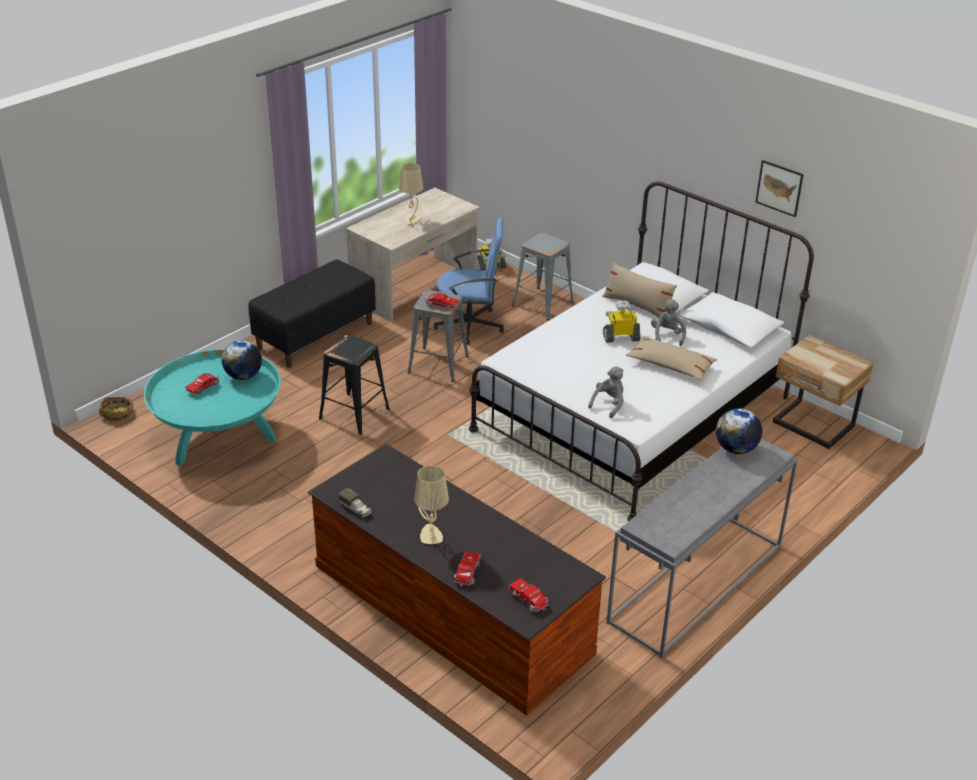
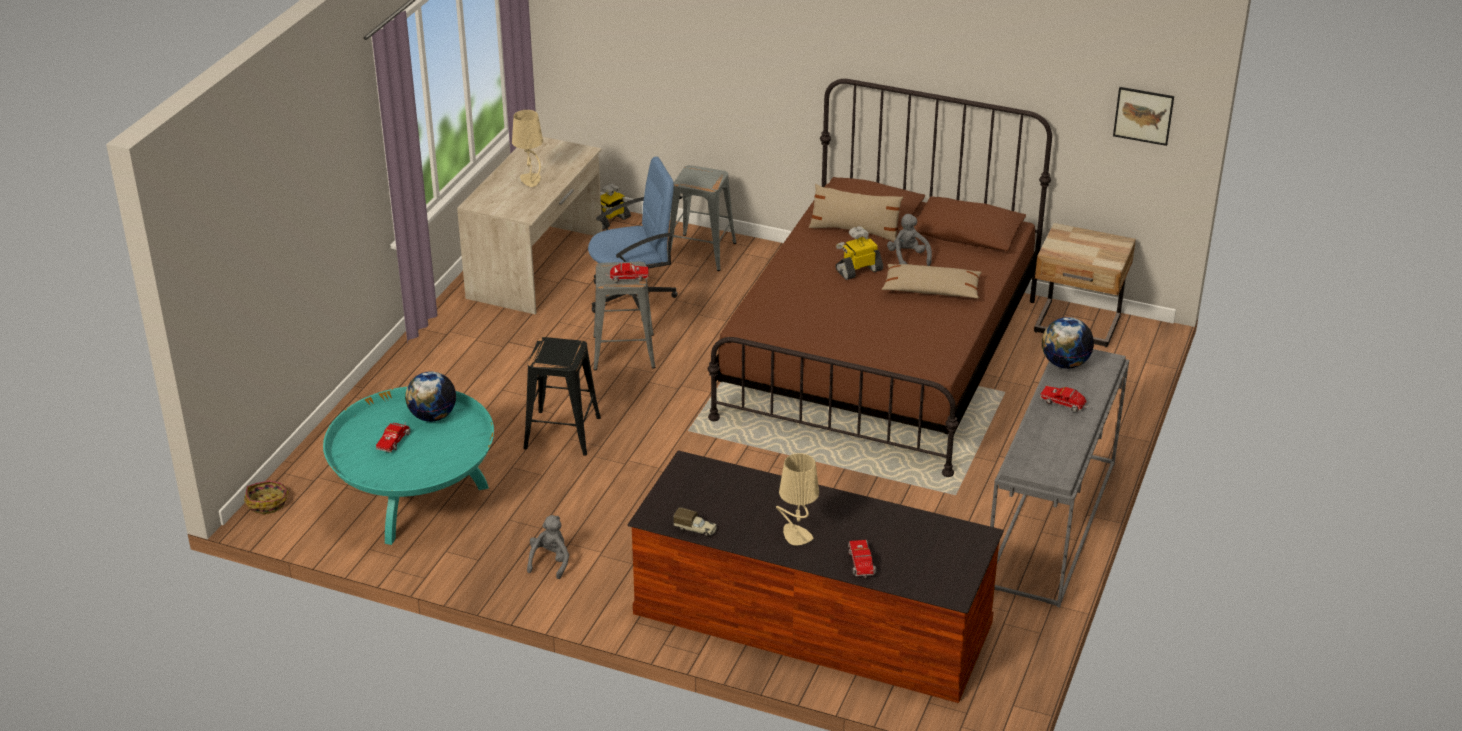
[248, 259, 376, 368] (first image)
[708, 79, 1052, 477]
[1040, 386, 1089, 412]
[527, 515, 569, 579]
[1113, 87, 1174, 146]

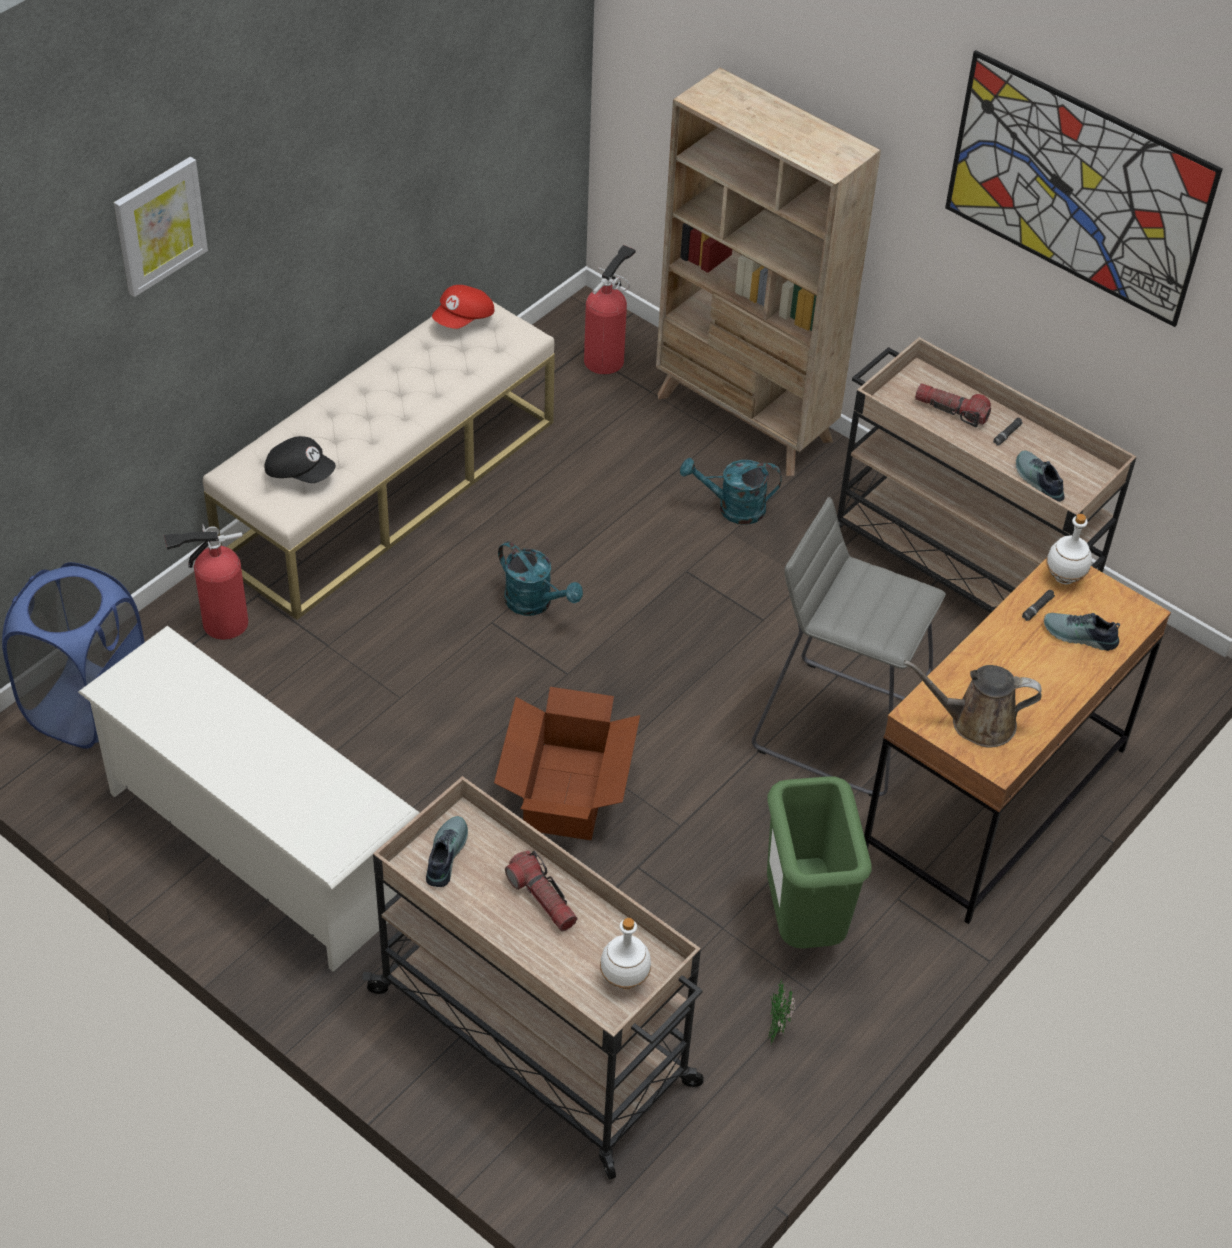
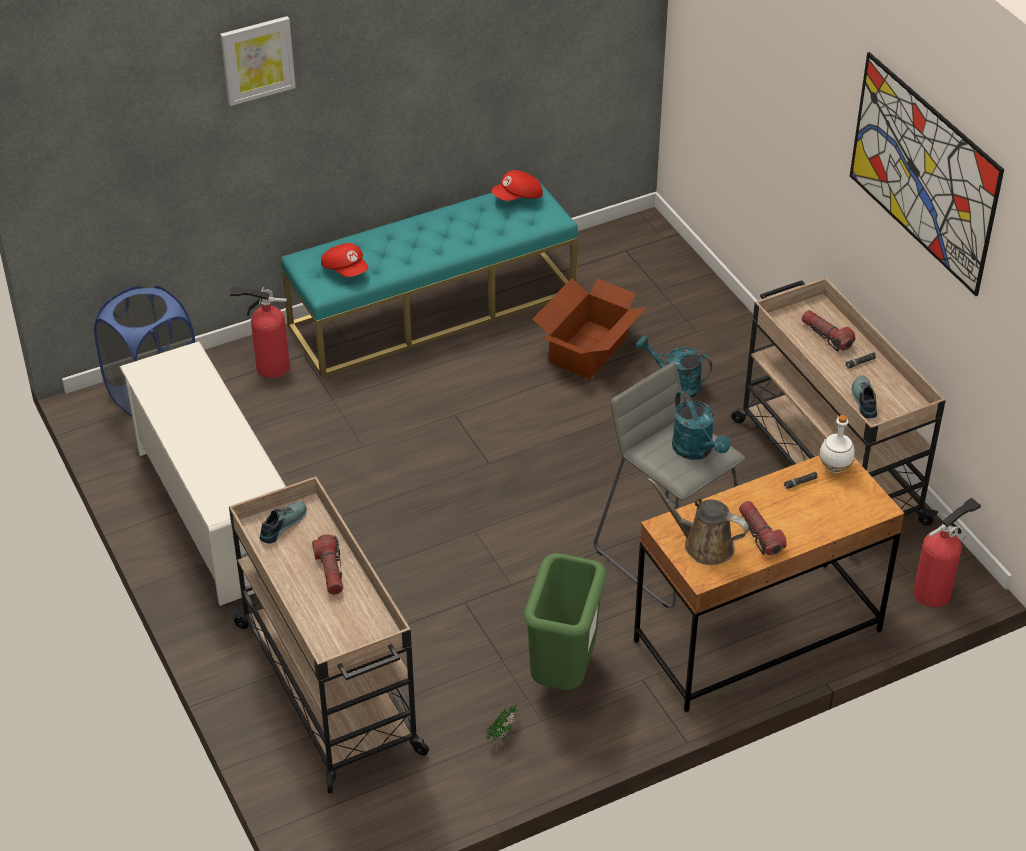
[281, 179, 578, 378]
[321, 243, 368, 277]
[532, 278, 647, 379]
[672, 390, 730, 460]
[913, 497, 981, 607]
[600, 918, 651, 989] (first image)
[656, 68, 881, 476] (first image)
[1044, 613, 1120, 651] (first image)
[739, 501, 787, 555]

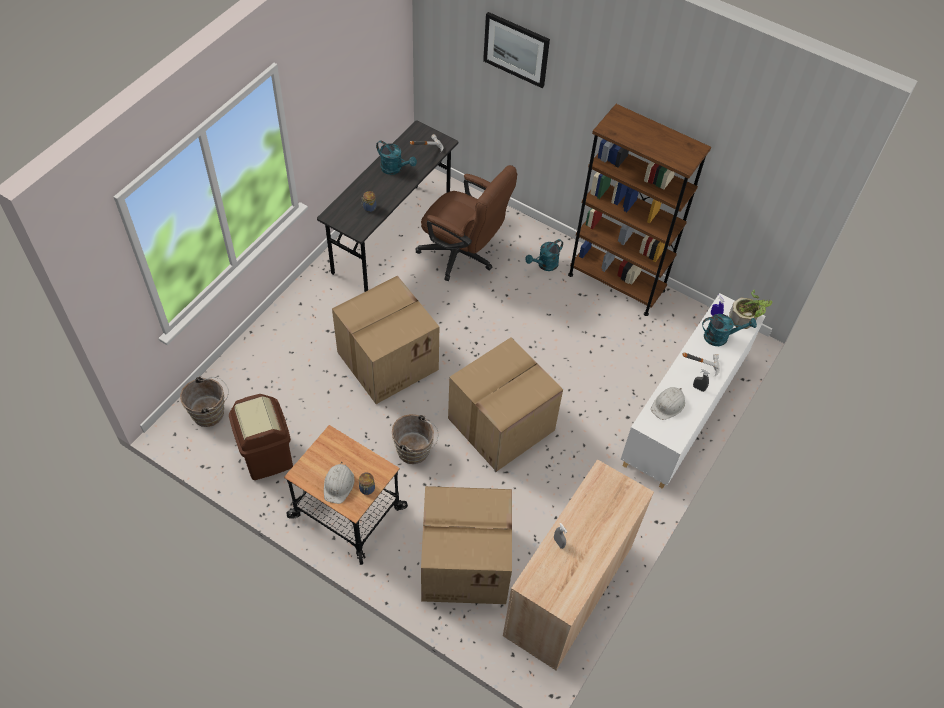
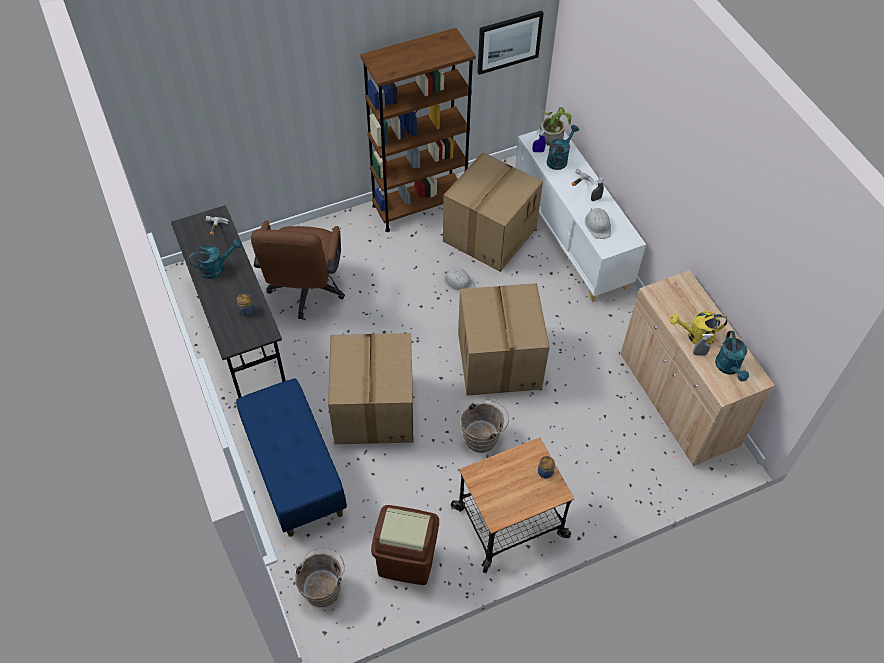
[444, 267, 476, 293]
[251, 220, 345, 319]
[443, 152, 543, 272]
[477, 11, 544, 75]
[715, 331, 749, 381]
[236, 378, 347, 537]
[670, 311, 727, 345]

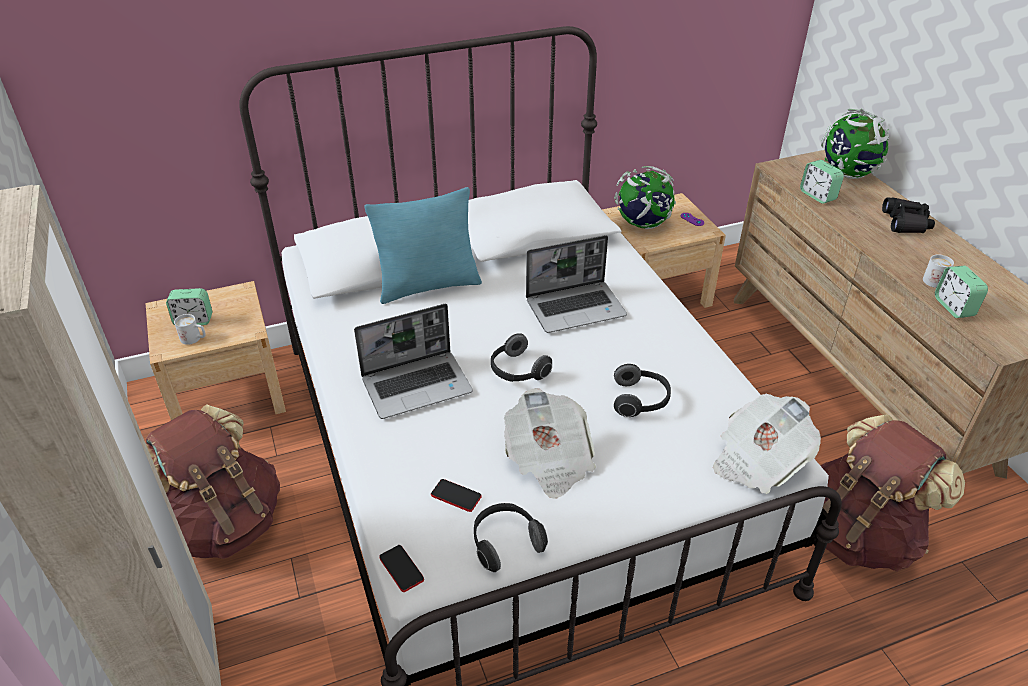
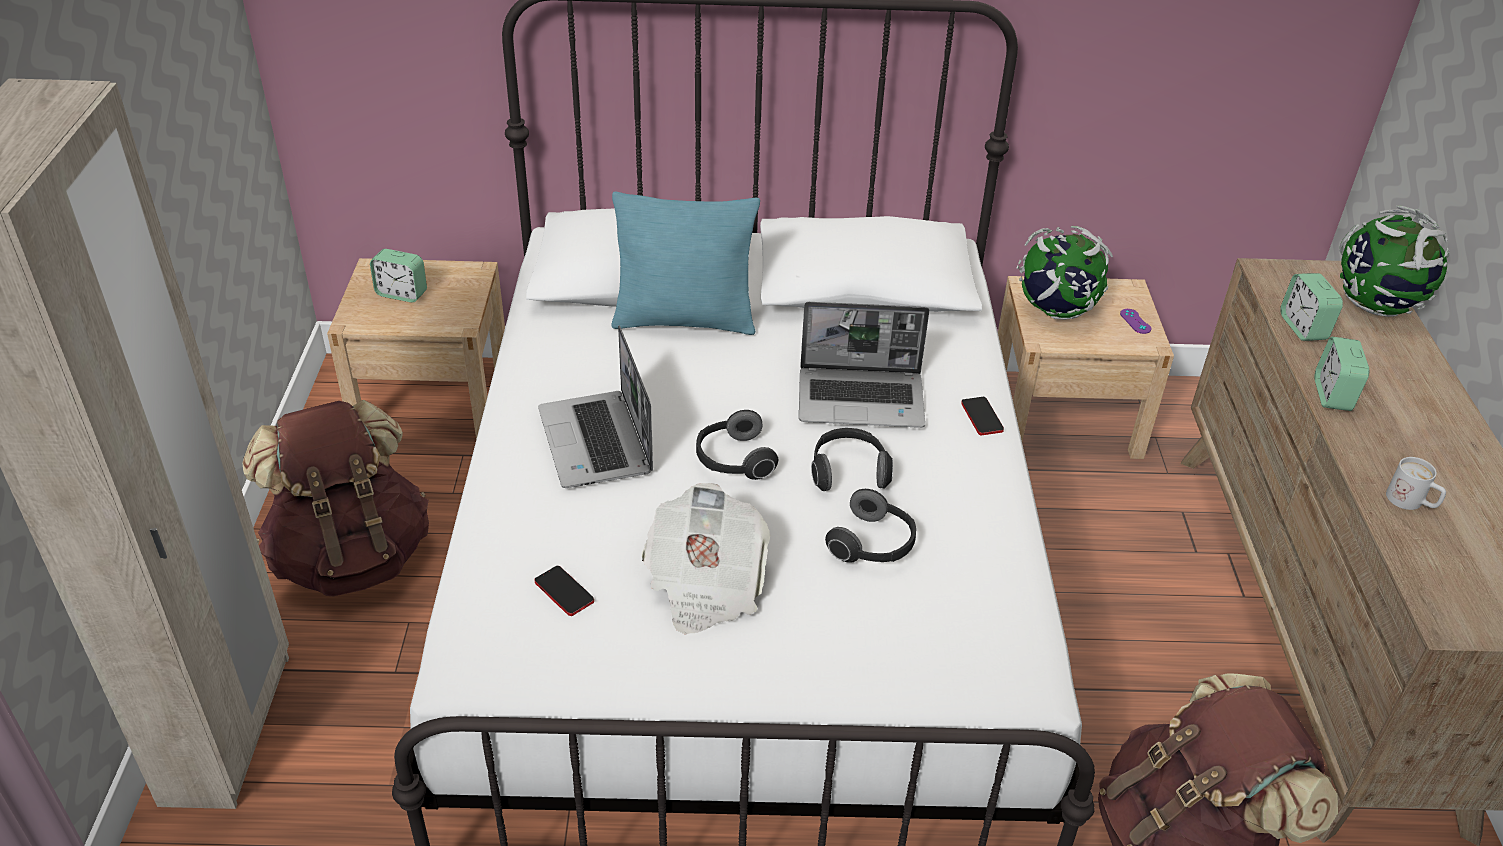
[174, 314, 205, 345] (first image)
[538, 325, 653, 488]
[961, 397, 1004, 435]
[811, 428, 893, 491]
[713, 394, 821, 494] (first image)
[882, 197, 935, 233] (first image)
[1314, 337, 1369, 411]

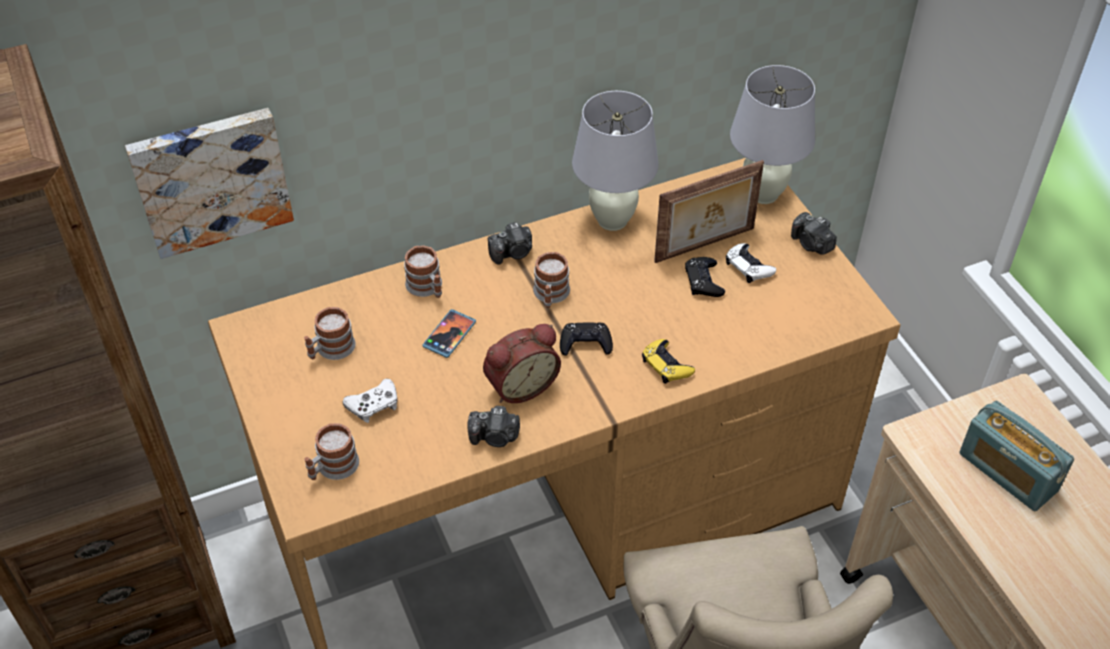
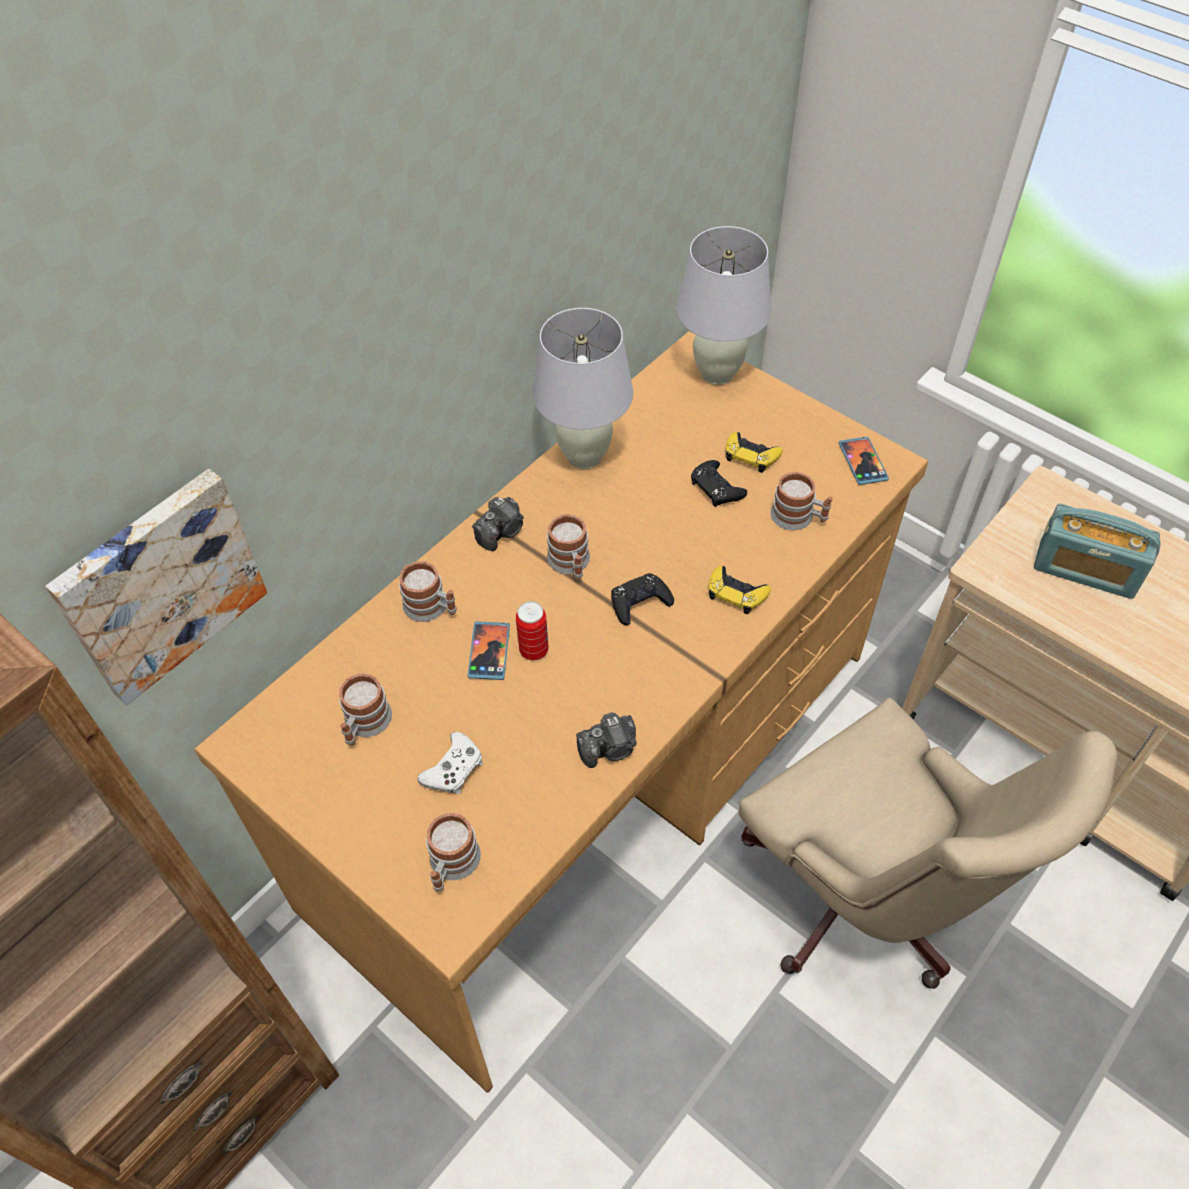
[483, 324, 561, 403] (first image)
[654, 160, 764, 263] (first image)
[726, 432, 782, 473]
[791, 212, 837, 255] (first image)
[516, 601, 549, 661]
[770, 472, 833, 531]
[839, 437, 889, 485]

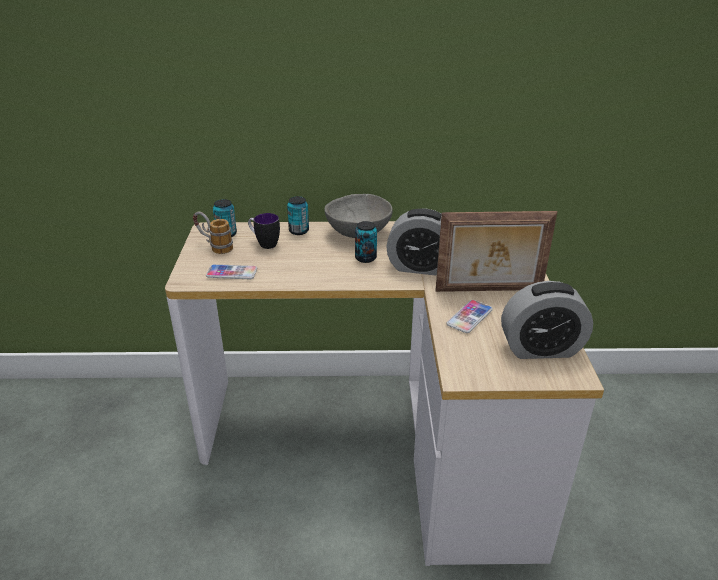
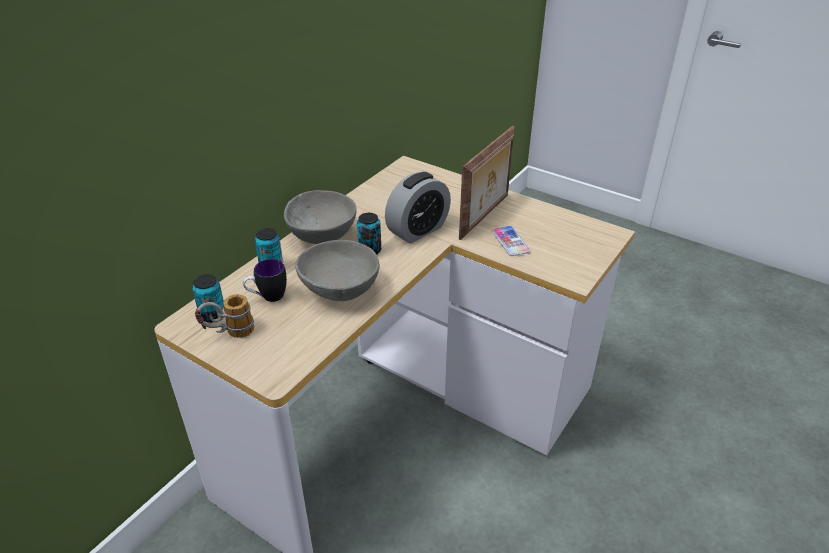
[206, 264, 257, 279] (first image)
[501, 281, 593, 359] (first image)
[295, 240, 379, 301]

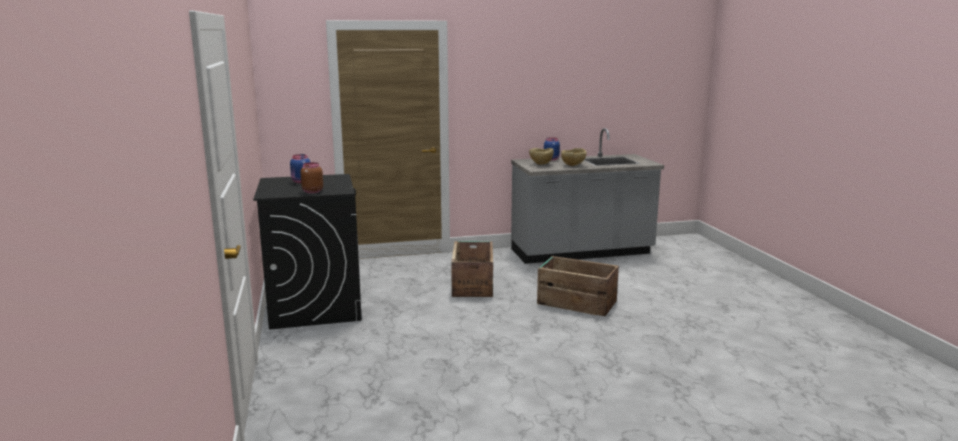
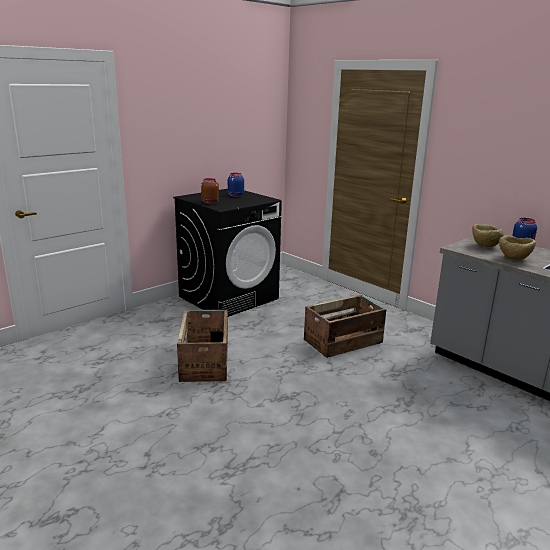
[177, 310, 228, 382]

